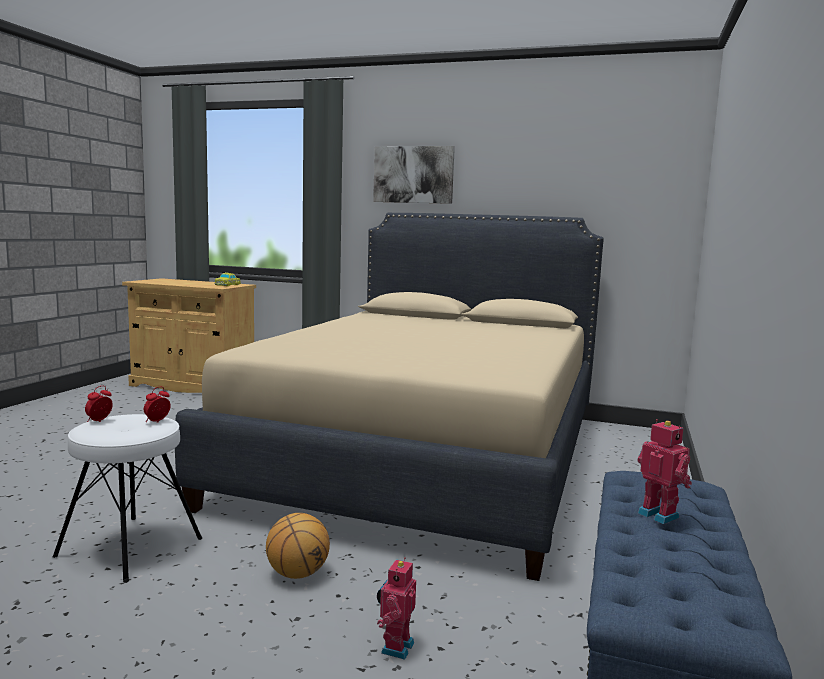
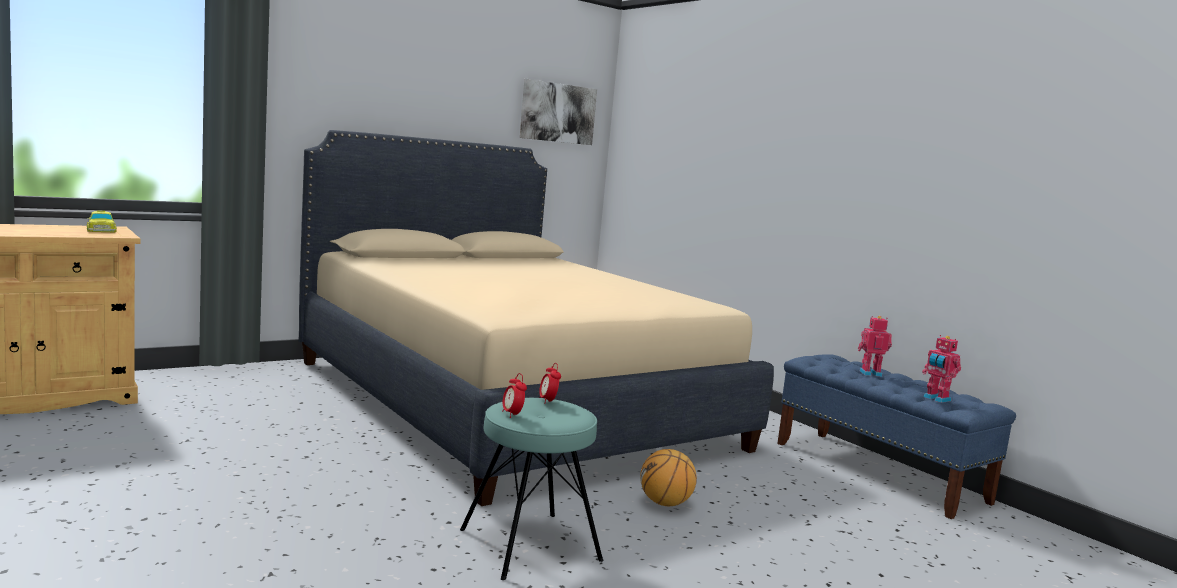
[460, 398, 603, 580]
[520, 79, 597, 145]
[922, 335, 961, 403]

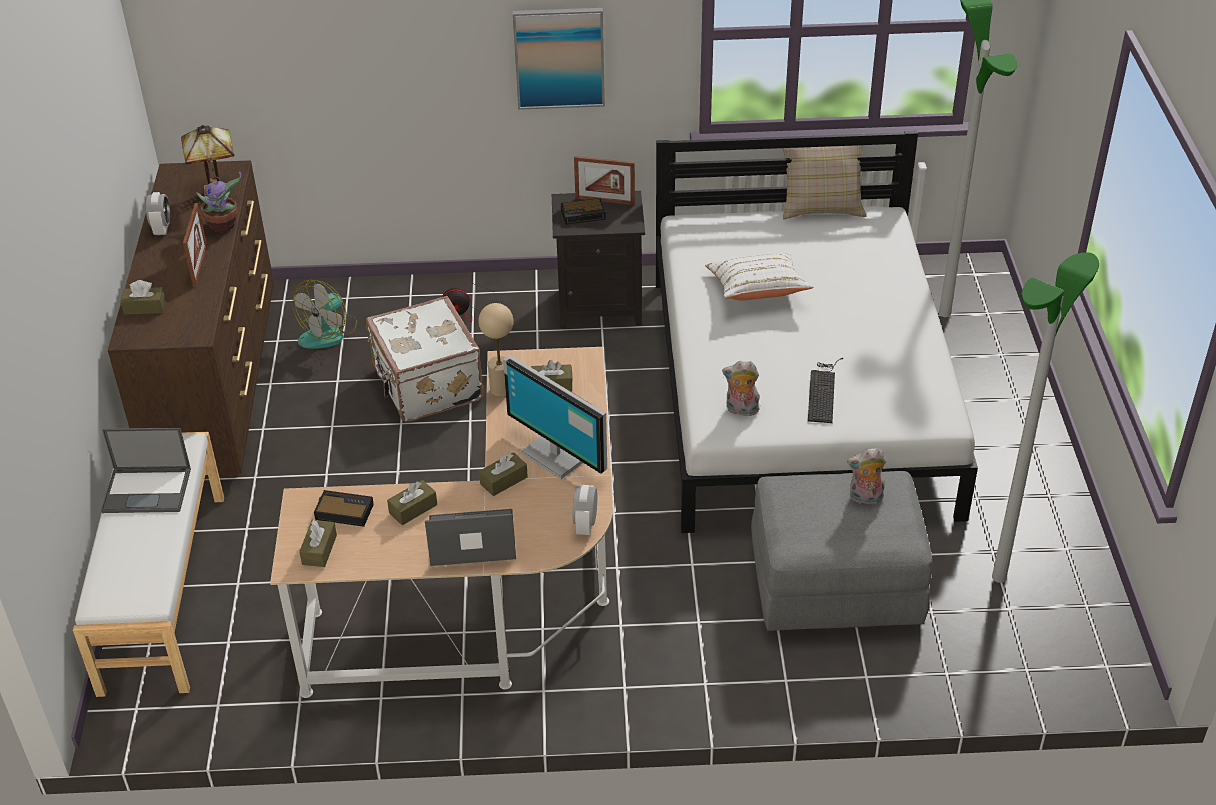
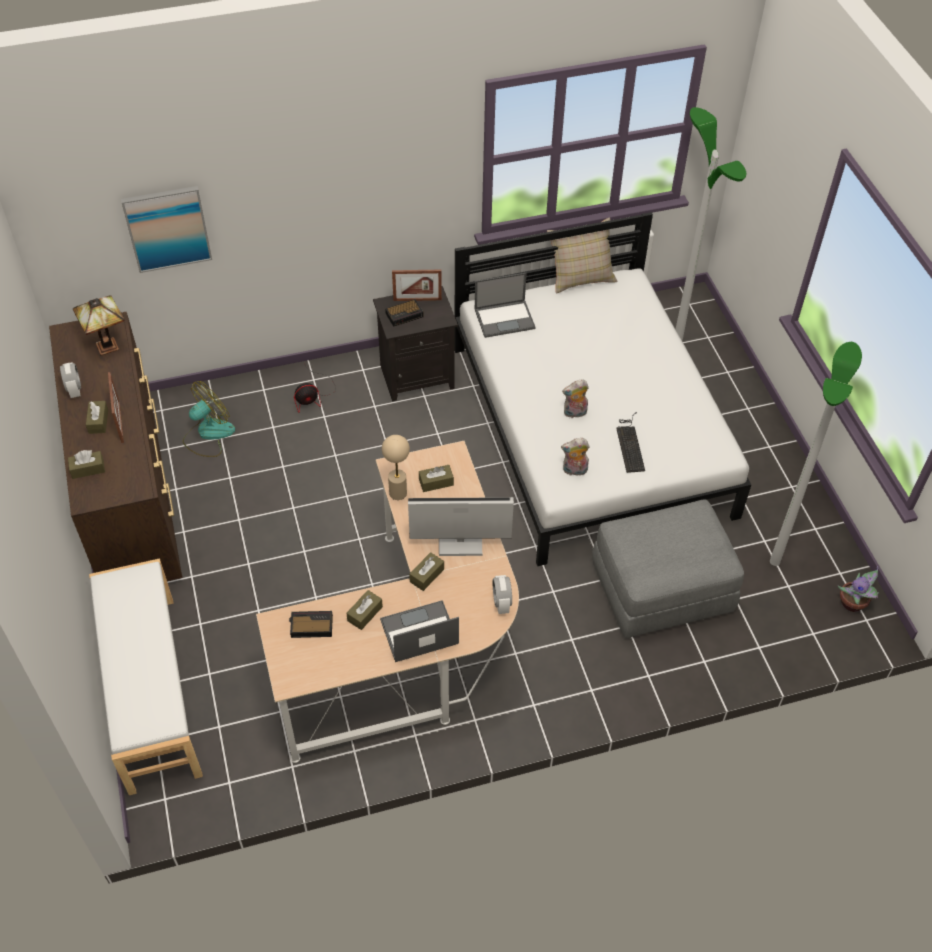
[475, 273, 536, 338]
[838, 566, 879, 612]
[183, 381, 235, 457]
[86, 401, 108, 434]
[366, 296, 484, 422] (first image)
[408, 497, 514, 556]
[121, 186, 212, 273]
[705, 253, 813, 301] (first image)
[562, 379, 589, 419]

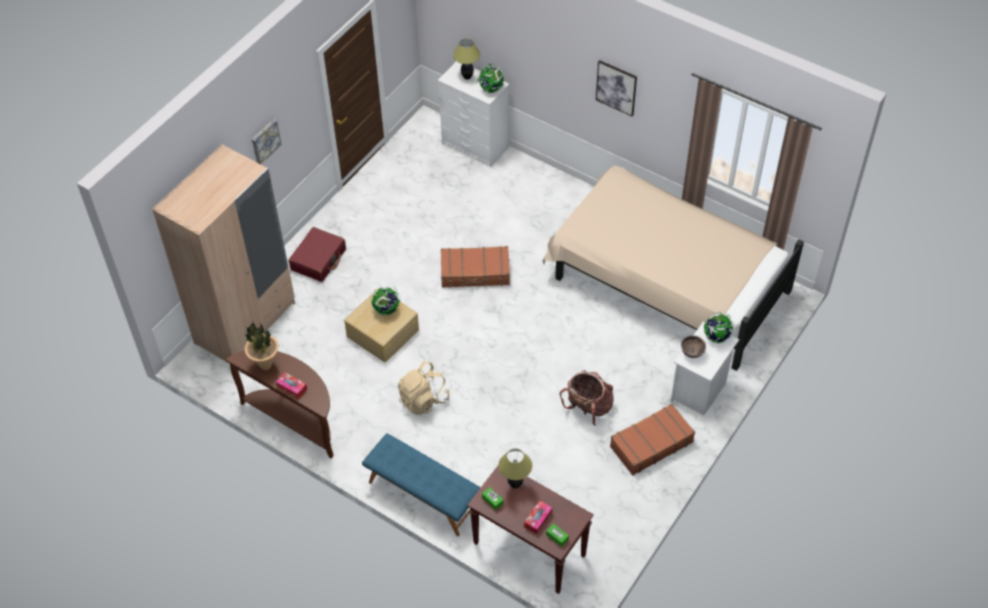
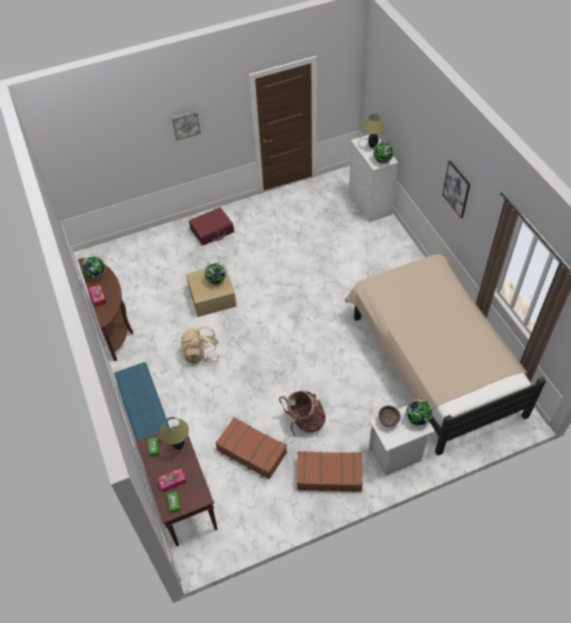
[153, 144, 295, 364] (first image)
[82, 254, 105, 279]
[215, 417, 287, 479]

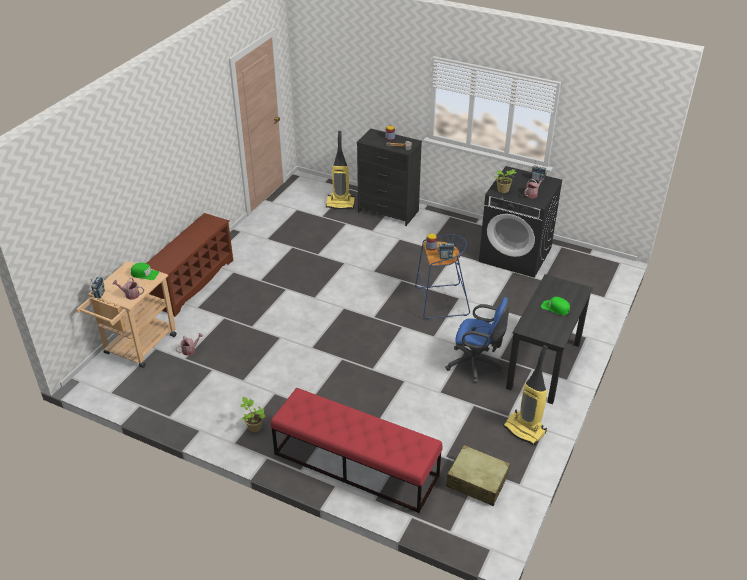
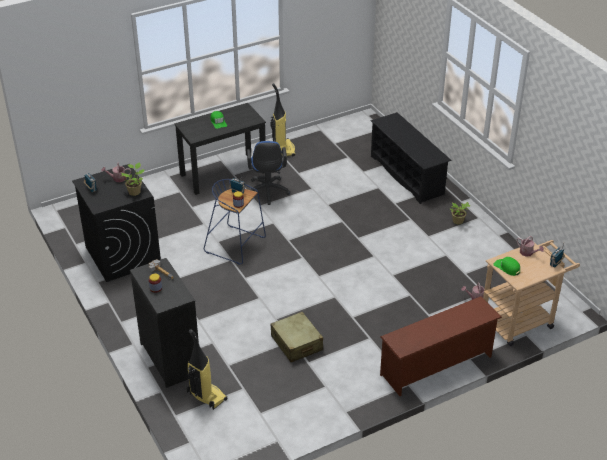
[371, 112, 452, 204]
[247, 141, 290, 205]
[271, 312, 323, 362]

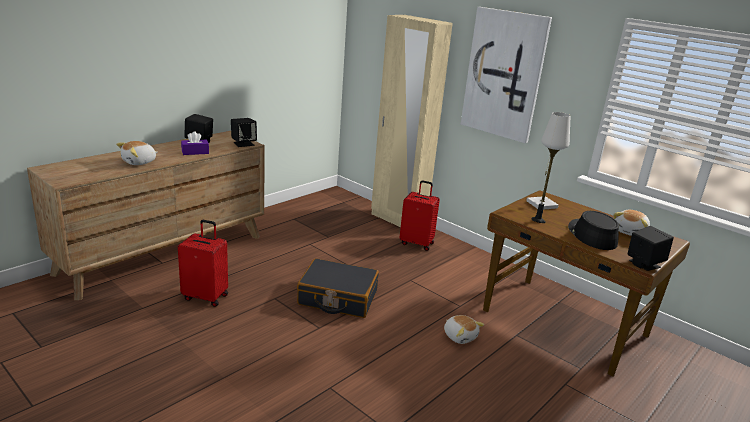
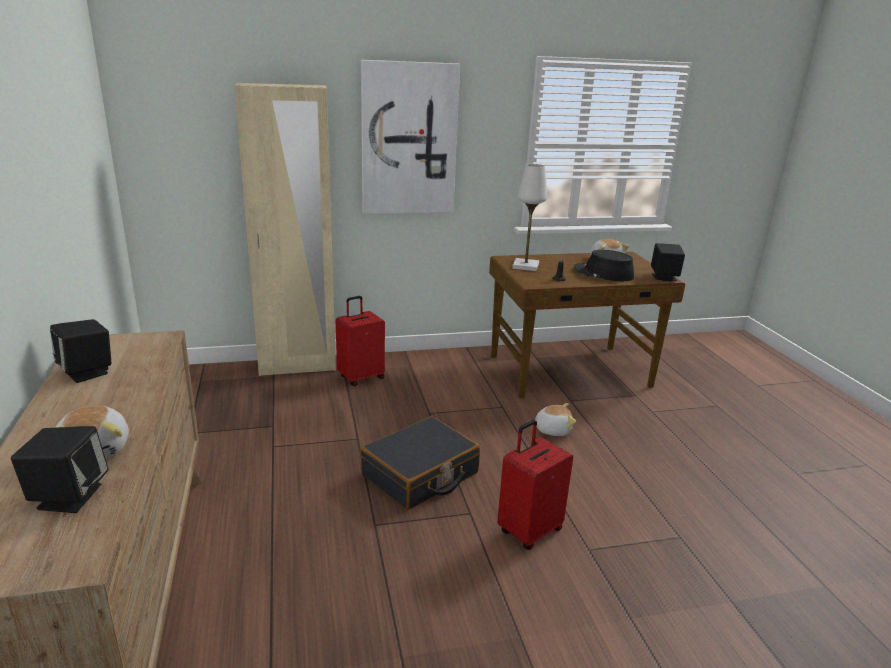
[497, 420, 573, 550]
[181, 131, 209, 155] (first image)
[11, 426, 108, 513]

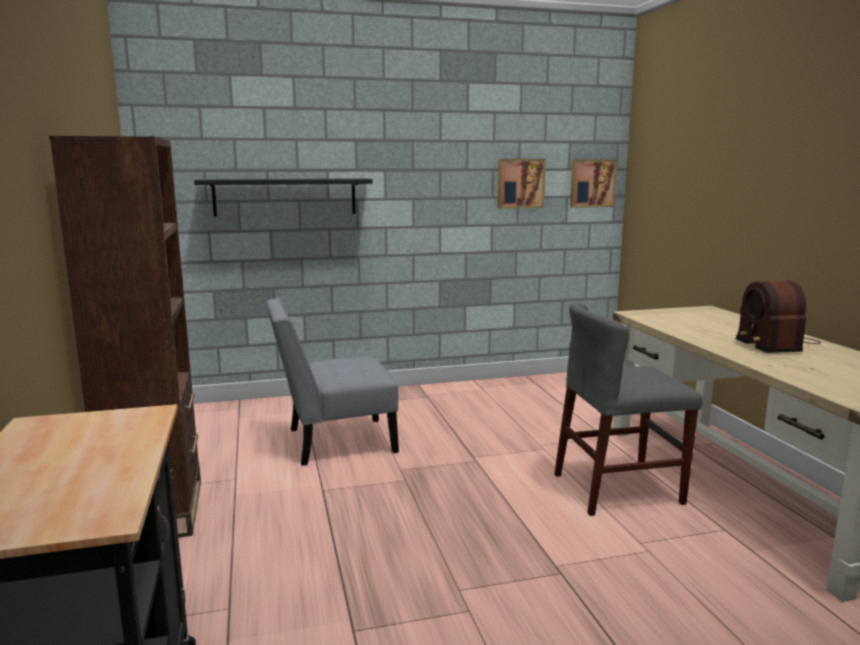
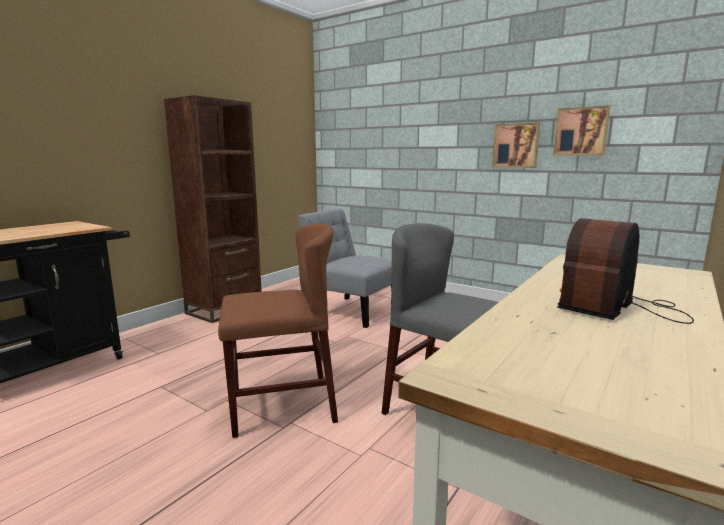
[194, 178, 372, 216] (first image)
[492, 123, 540, 168]
[218, 224, 338, 438]

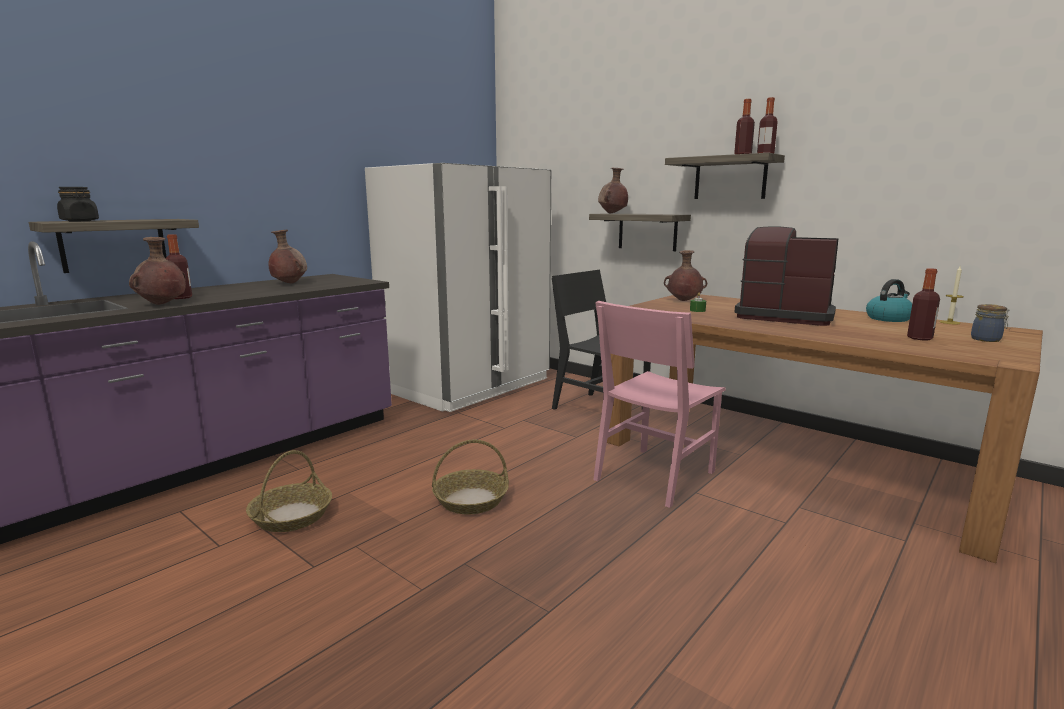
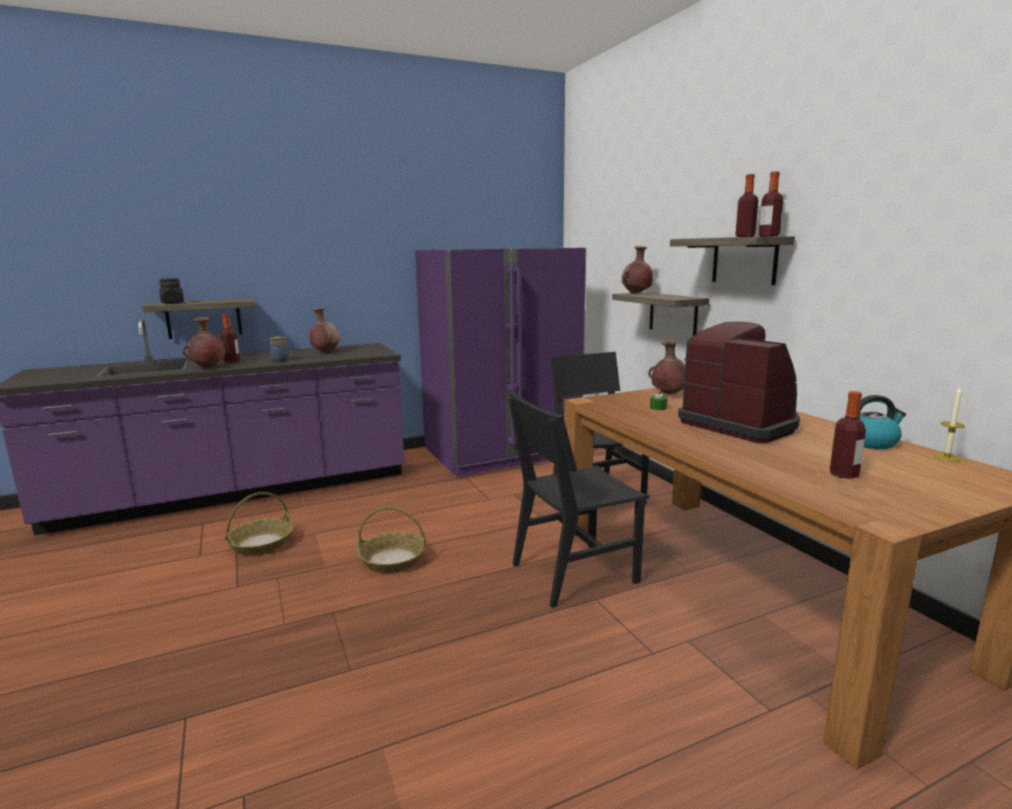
[415, 248, 586, 476]
[508, 393, 649, 608]
[270, 336, 289, 362]

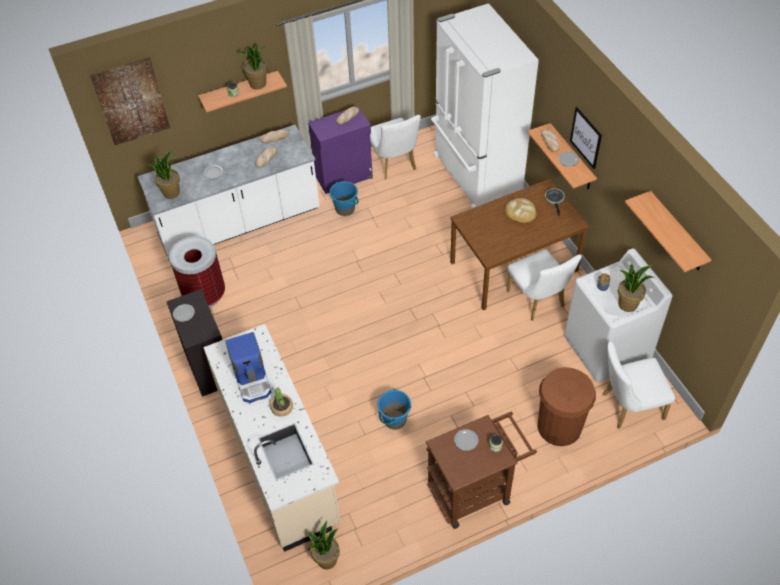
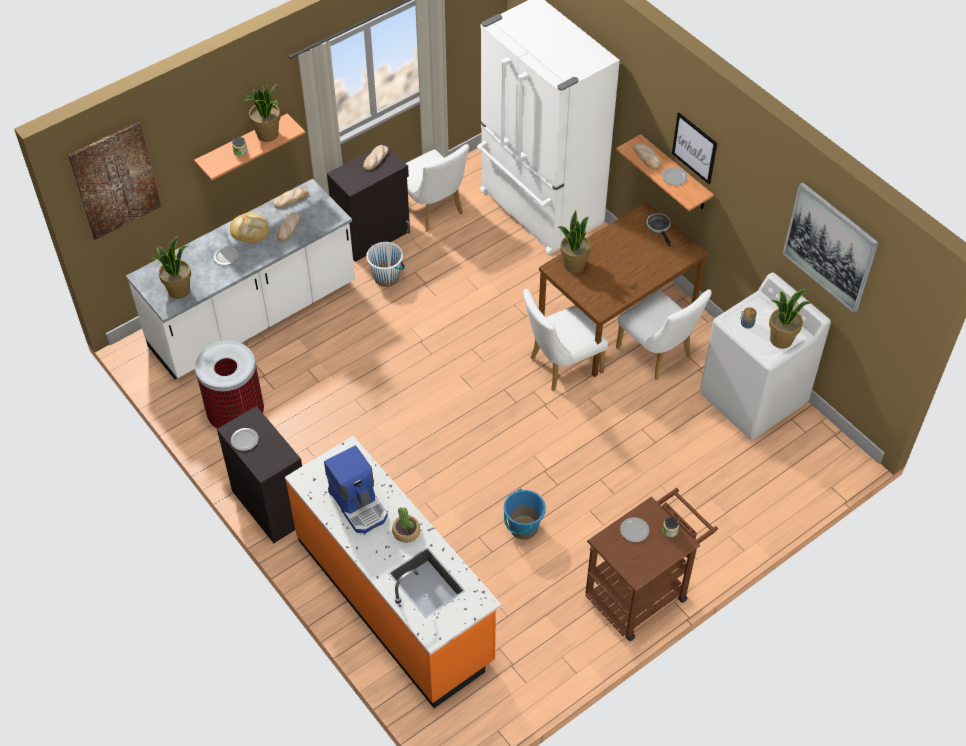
[285, 436, 501, 708]
[327, 143, 410, 262]
[558, 211, 591, 273]
[366, 242, 405, 287]
[230, 212, 269, 243]
[538, 367, 596, 446] (first image)
[523, 289, 608, 391]
[782, 182, 879, 313]

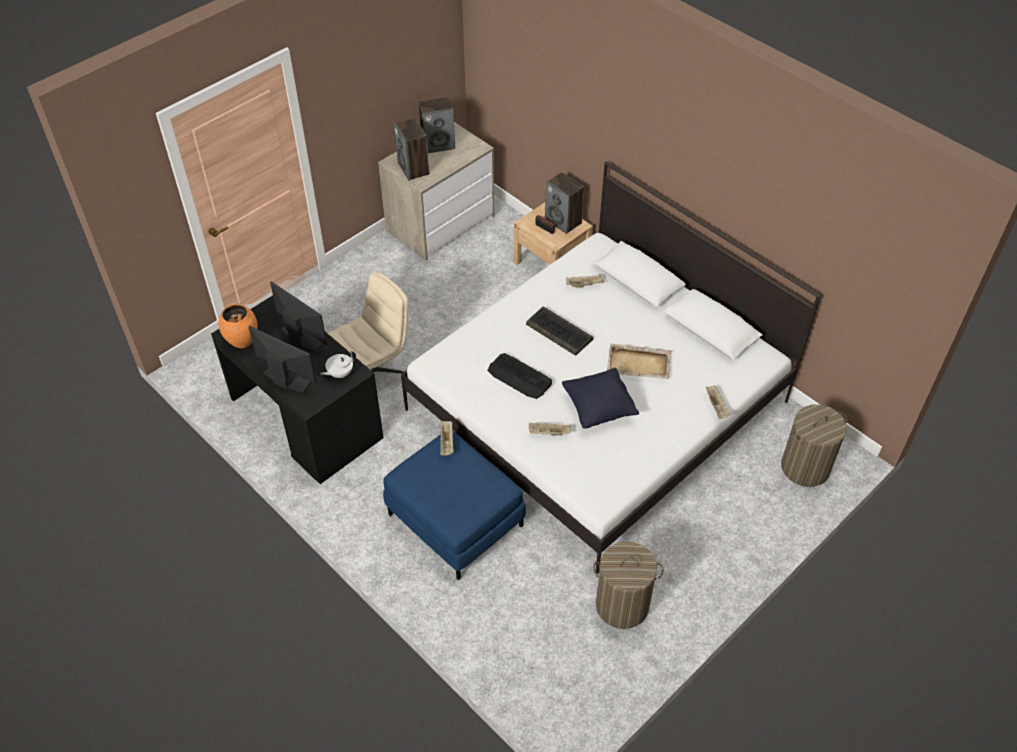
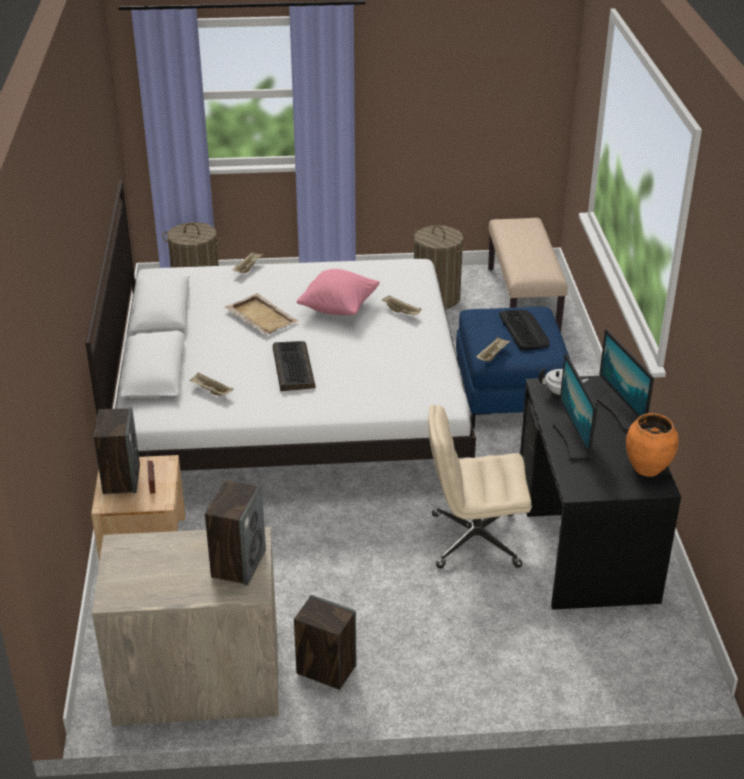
[294, 595, 356, 690]
[499, 310, 550, 351]
[297, 269, 380, 315]
[488, 218, 568, 332]

